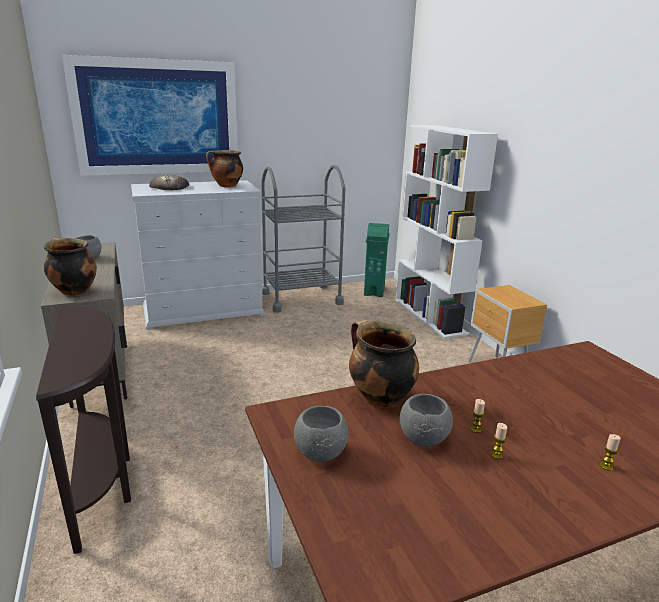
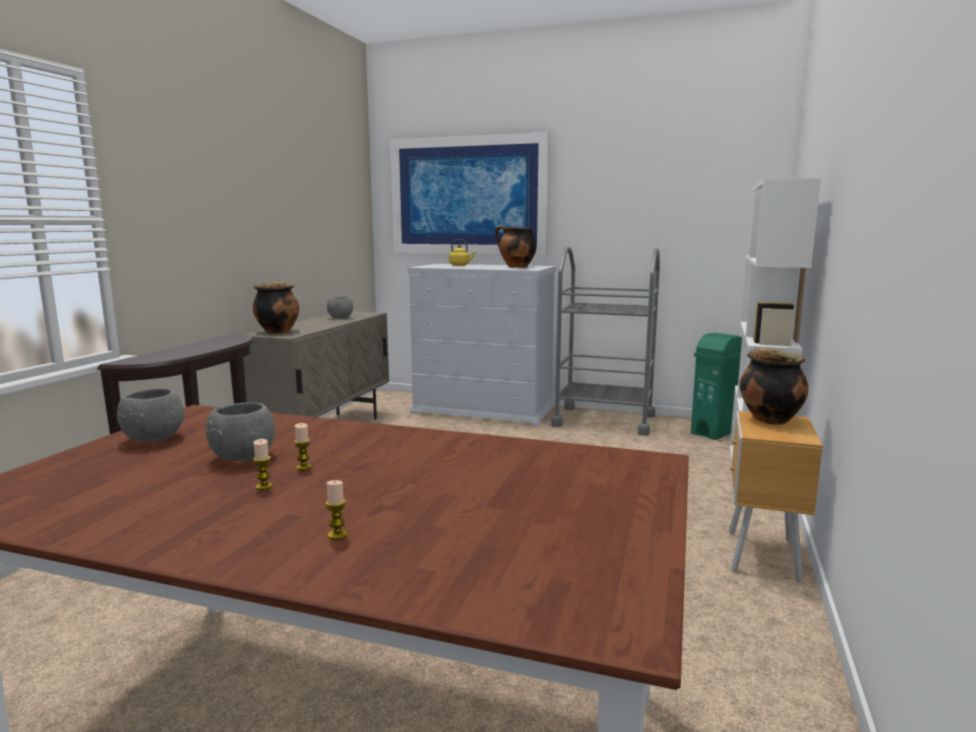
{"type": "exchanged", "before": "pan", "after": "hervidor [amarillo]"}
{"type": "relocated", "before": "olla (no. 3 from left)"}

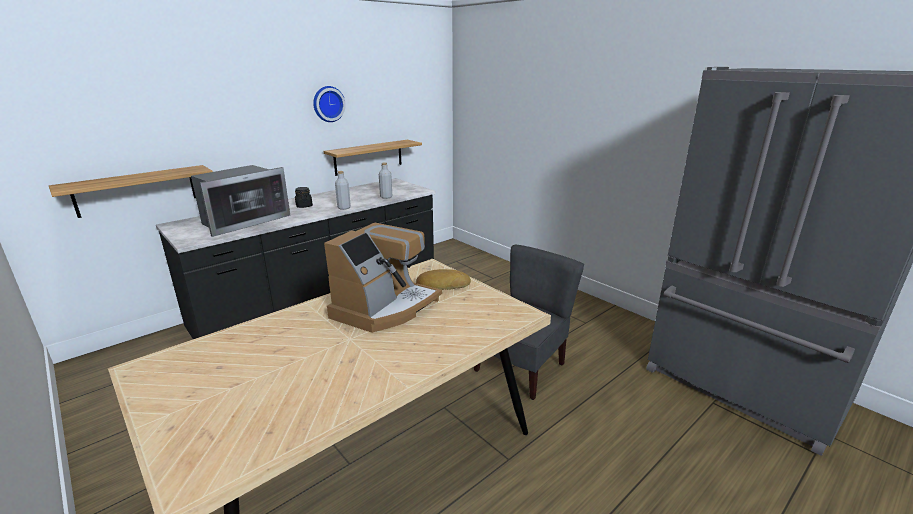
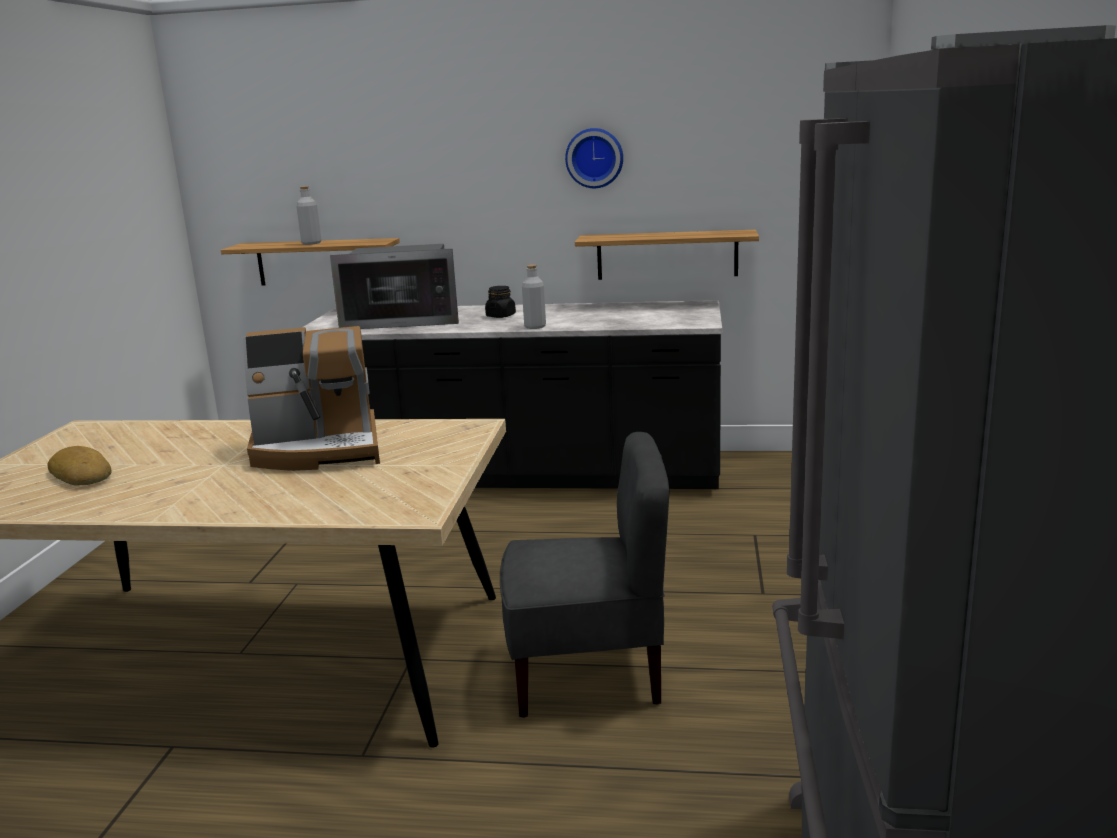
{"type": "relocated", "before": "botella [gris] (no. 2 from left in the first image)", "after": "botella [gris] (no. 1 from left)"}
{"type": "relocated", "before": "pan"}

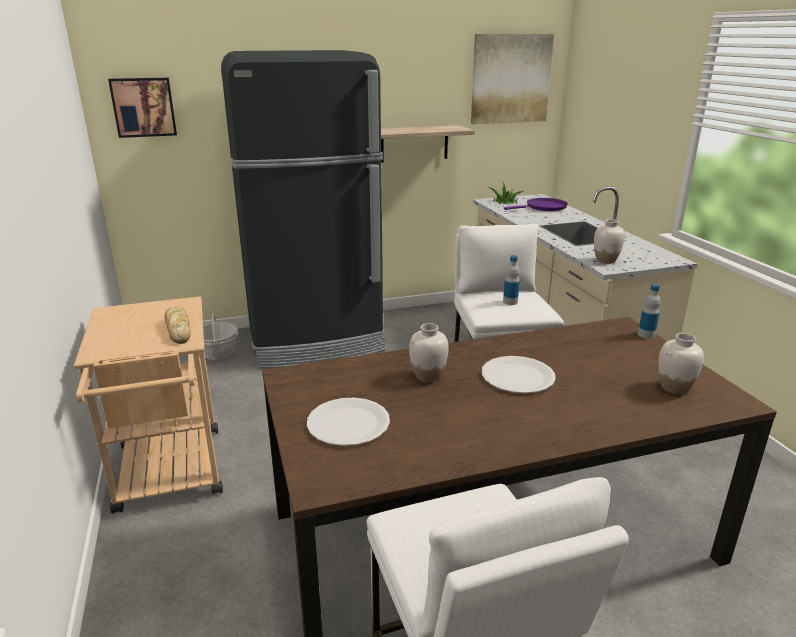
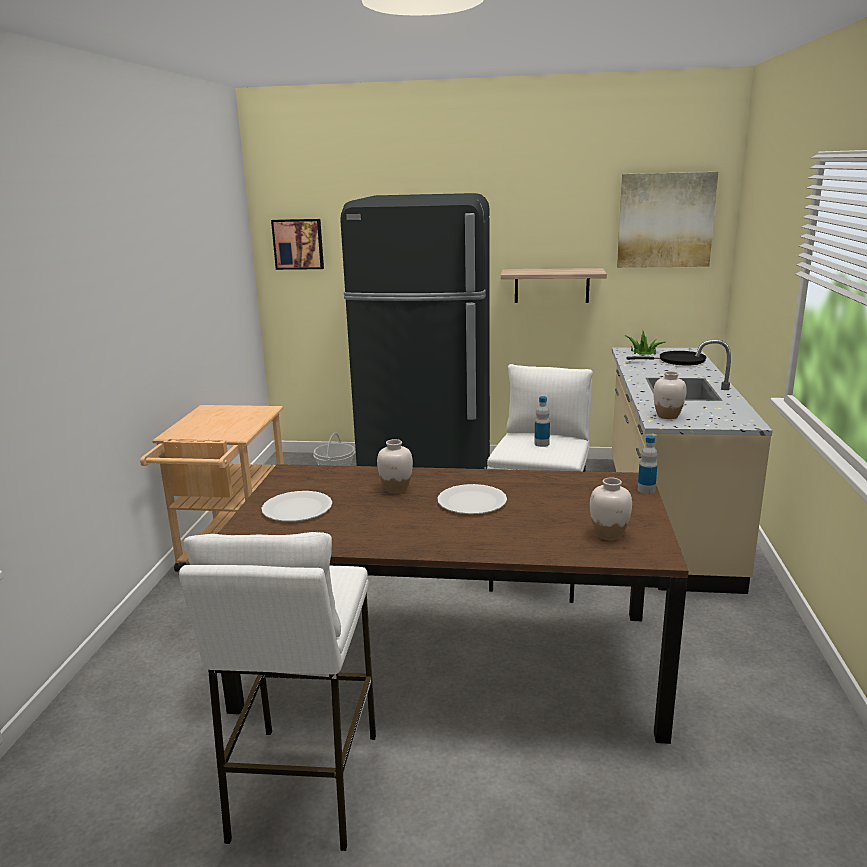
{"type": "missing", "before": "pan"}
{"type": "colour", "before": "sartén [morado]", "after": "sartén [negro]"}

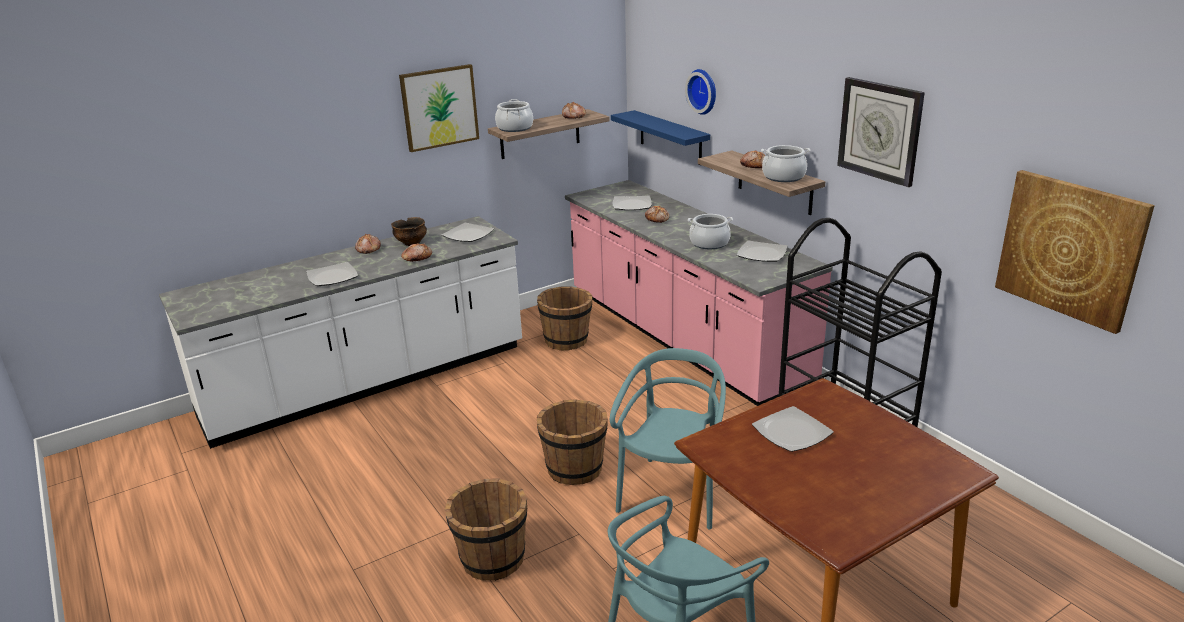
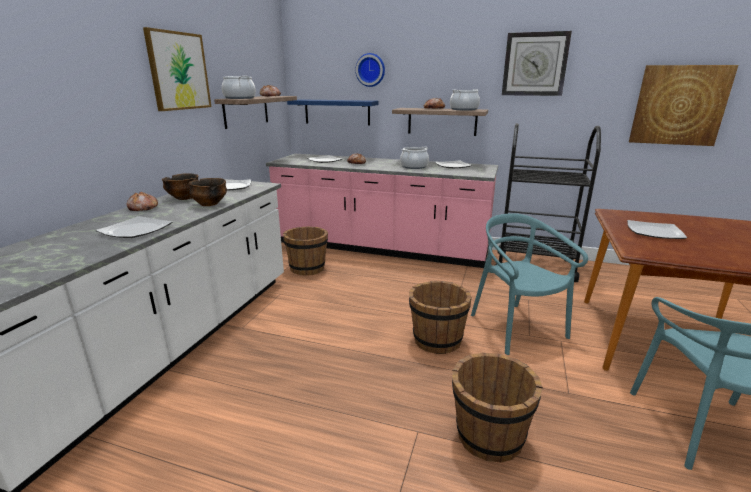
{"type": "exchanged", "before": "pan (no. 2 from left)", "after": "cuenco (no. 2 from left)"}

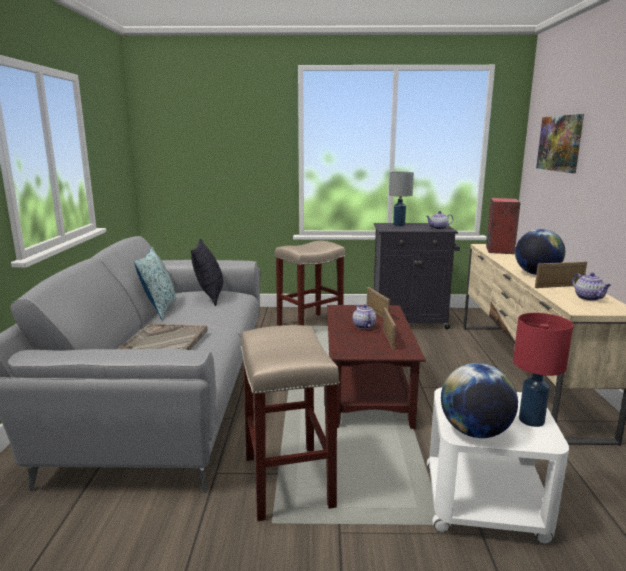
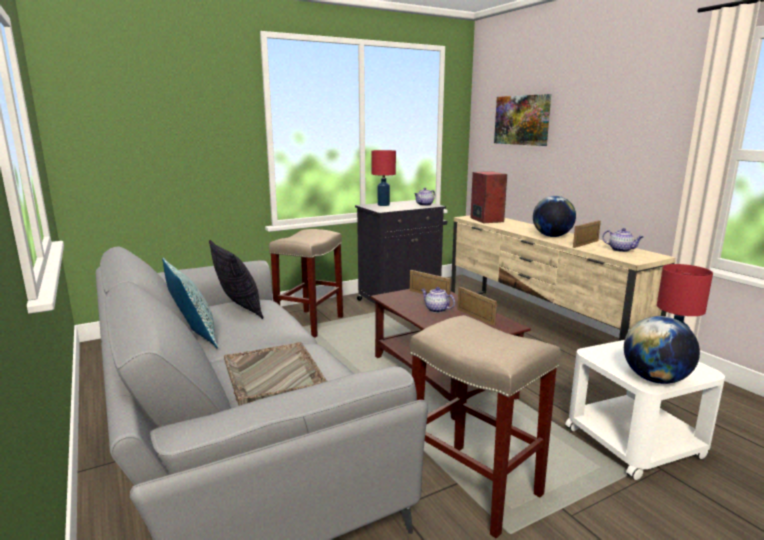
{"type": "colour", "before": "lámpara de mesa [gris]", "after": "lámpara de mesa [rojo] (no. 1 from left)"}

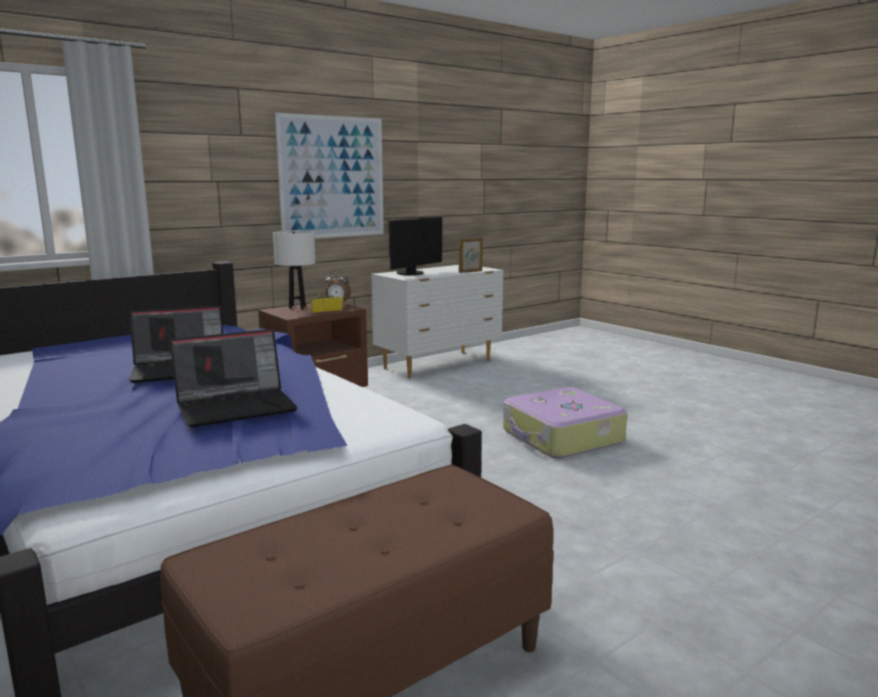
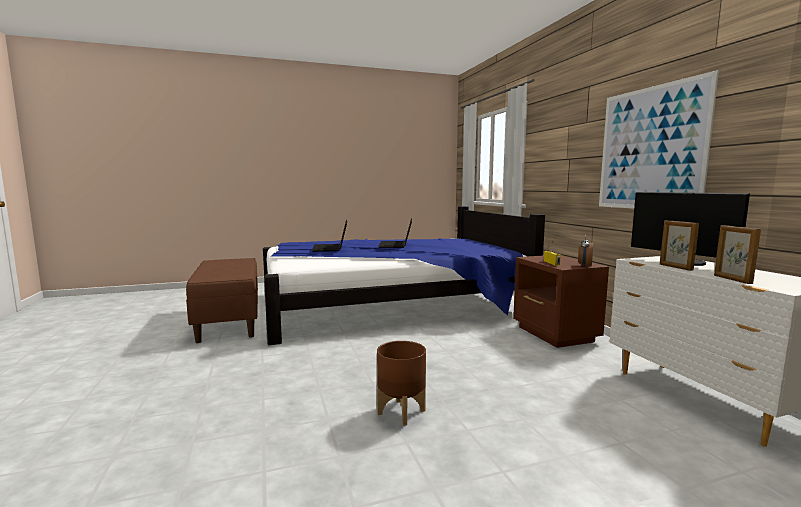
{"type": "missing", "before": "lámpara de mesa [blanco]"}
{"type": "exchanged", "before": "maleta", "after": "maceta [marrón]"}
{"type": "appeared", "after": "portarretratos (no. 1 from left)"}

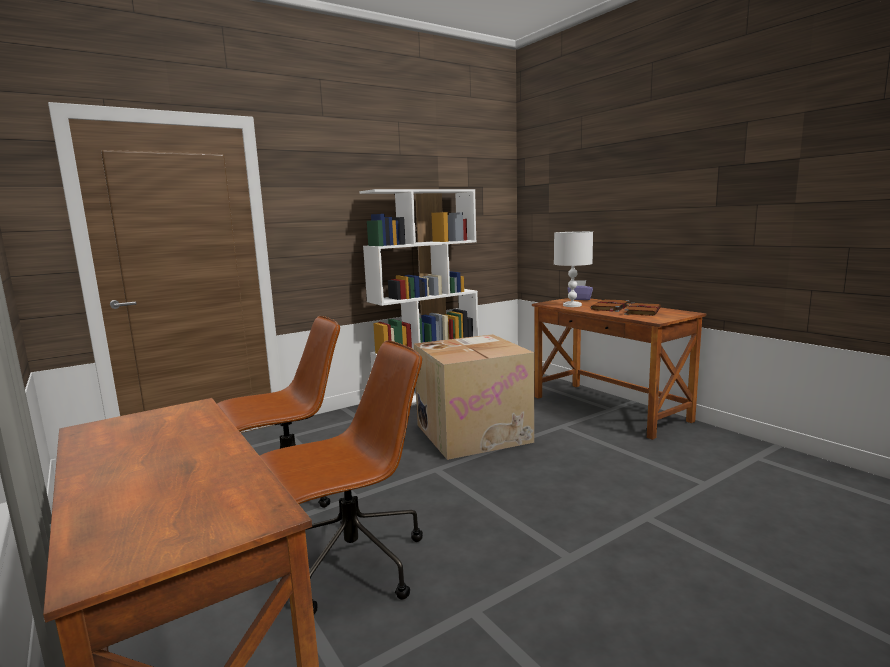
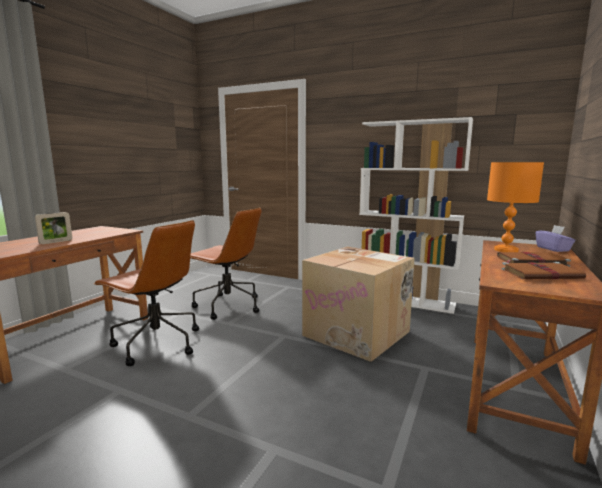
{"type": "colour", "before": "lámpara de mesa [blanco]", "after": "lámpara de mesa [naranja]"}
{"type": "appeared", "after": "portarretratos"}

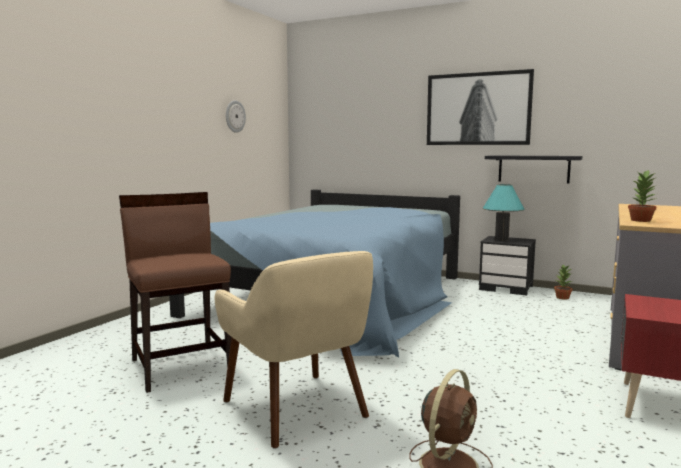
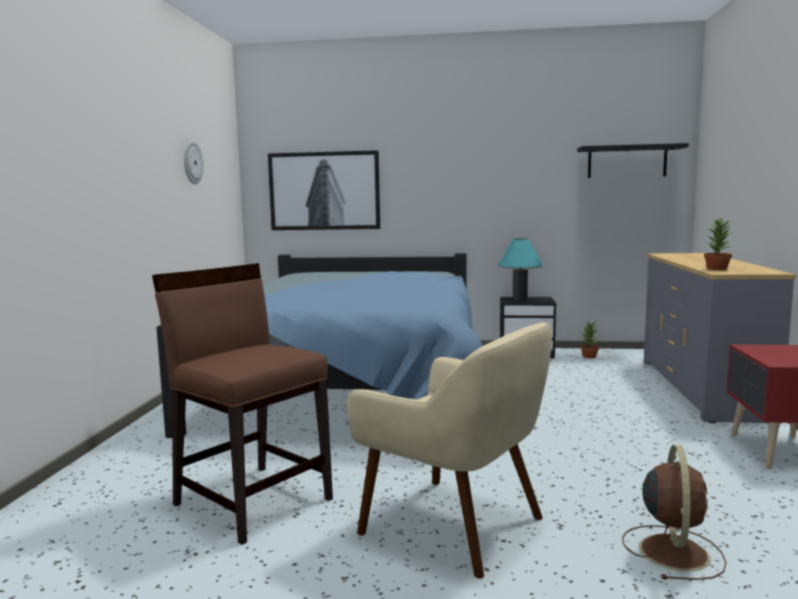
{"type": "relocated", "before": "cuadro"}
{"type": "relocated", "before": "estante [negro]"}

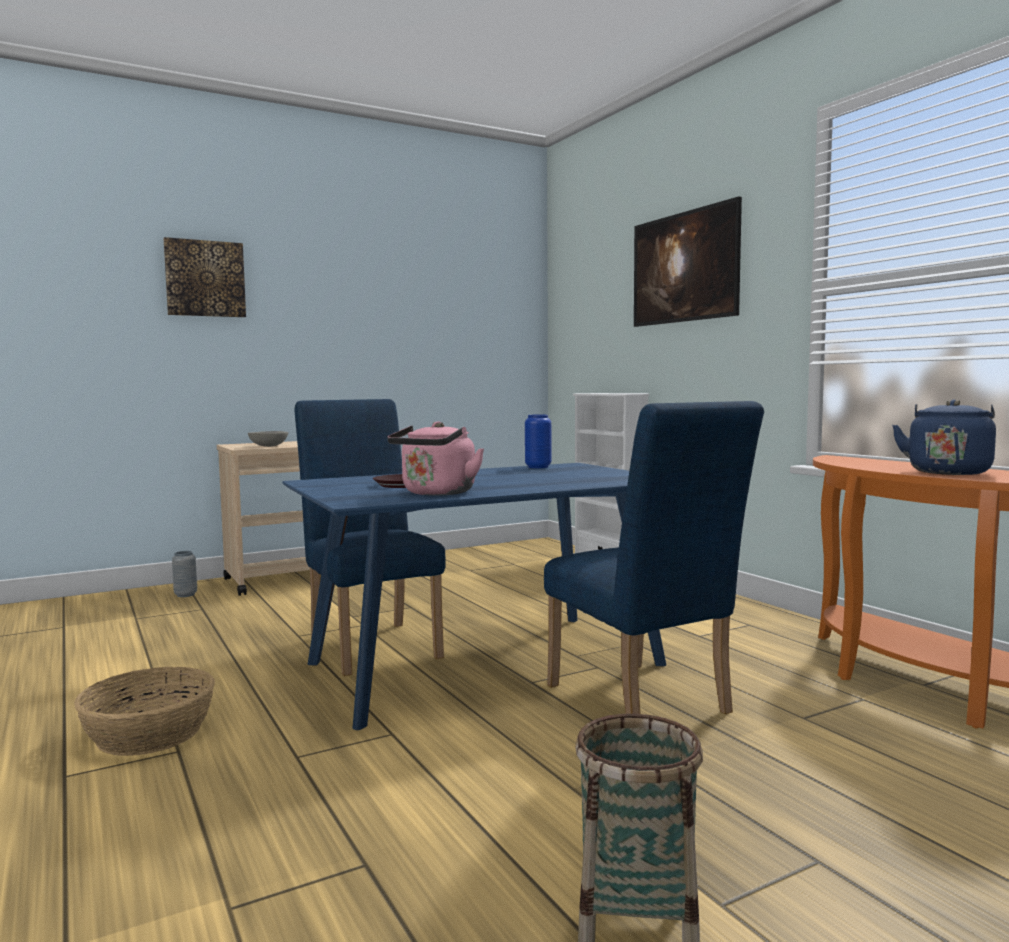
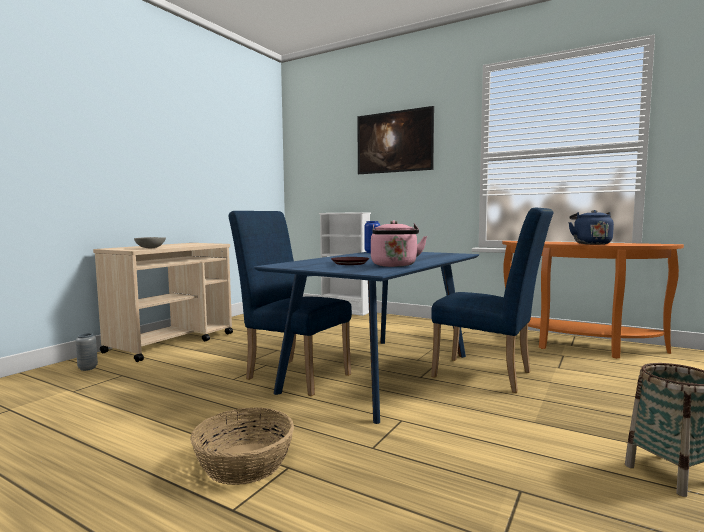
{"type": "missing", "before": "cuadro (no. 1 from left)"}

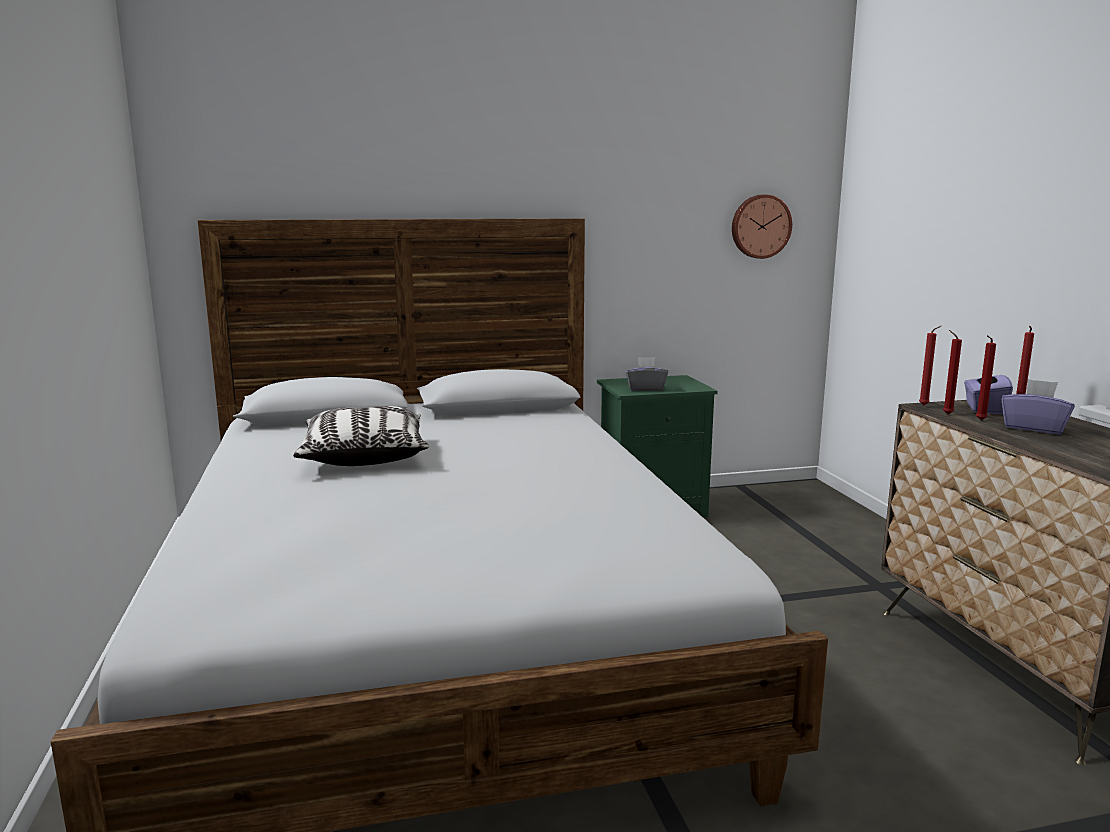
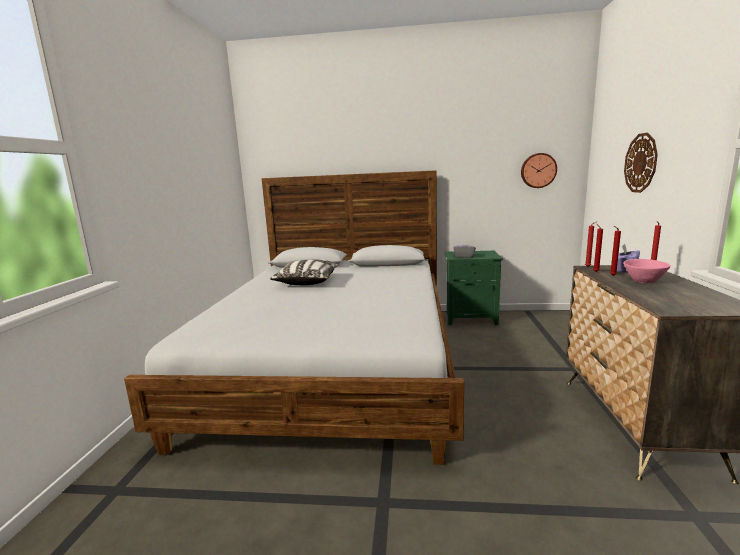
{"type": "exchanged", "before": "caja de pañuelos [morado] (no. 2 from left)", "after": "cuenco [rosa]"}
{"type": "appeared", "after": "reloj de pared (no. 2 from left)"}

